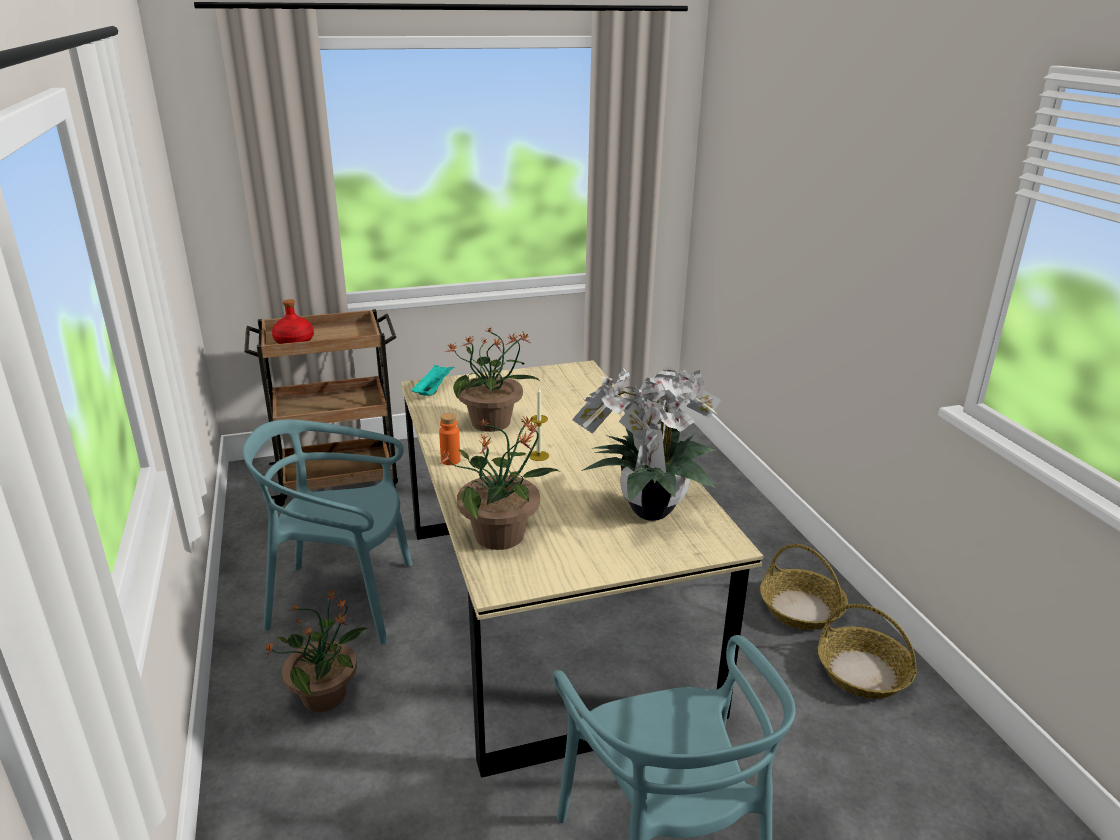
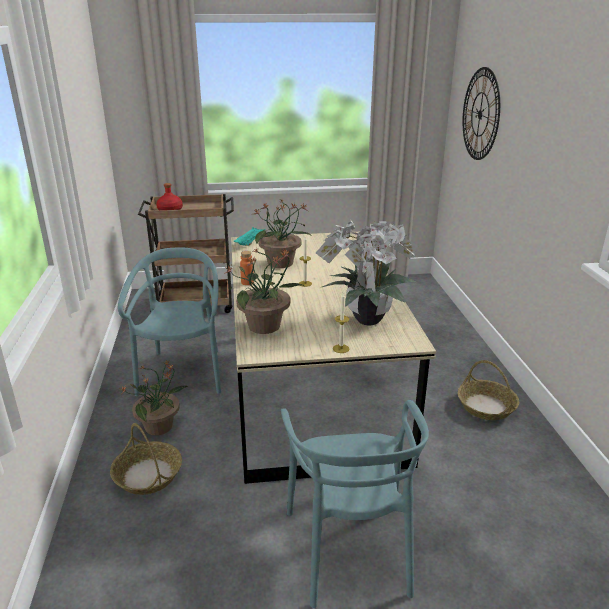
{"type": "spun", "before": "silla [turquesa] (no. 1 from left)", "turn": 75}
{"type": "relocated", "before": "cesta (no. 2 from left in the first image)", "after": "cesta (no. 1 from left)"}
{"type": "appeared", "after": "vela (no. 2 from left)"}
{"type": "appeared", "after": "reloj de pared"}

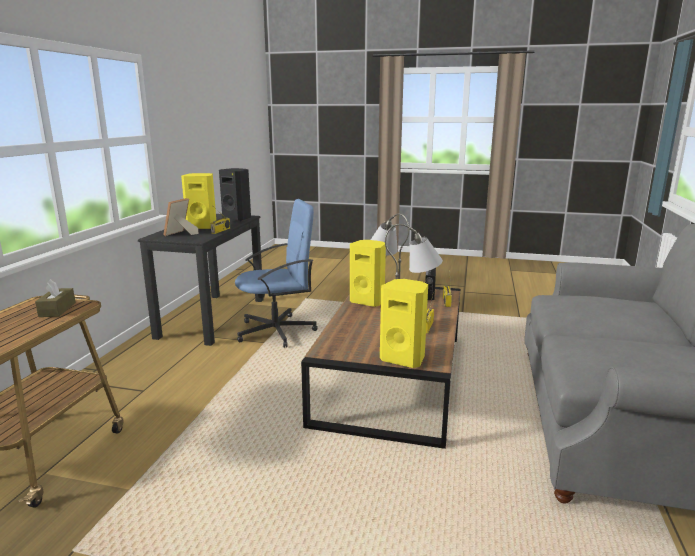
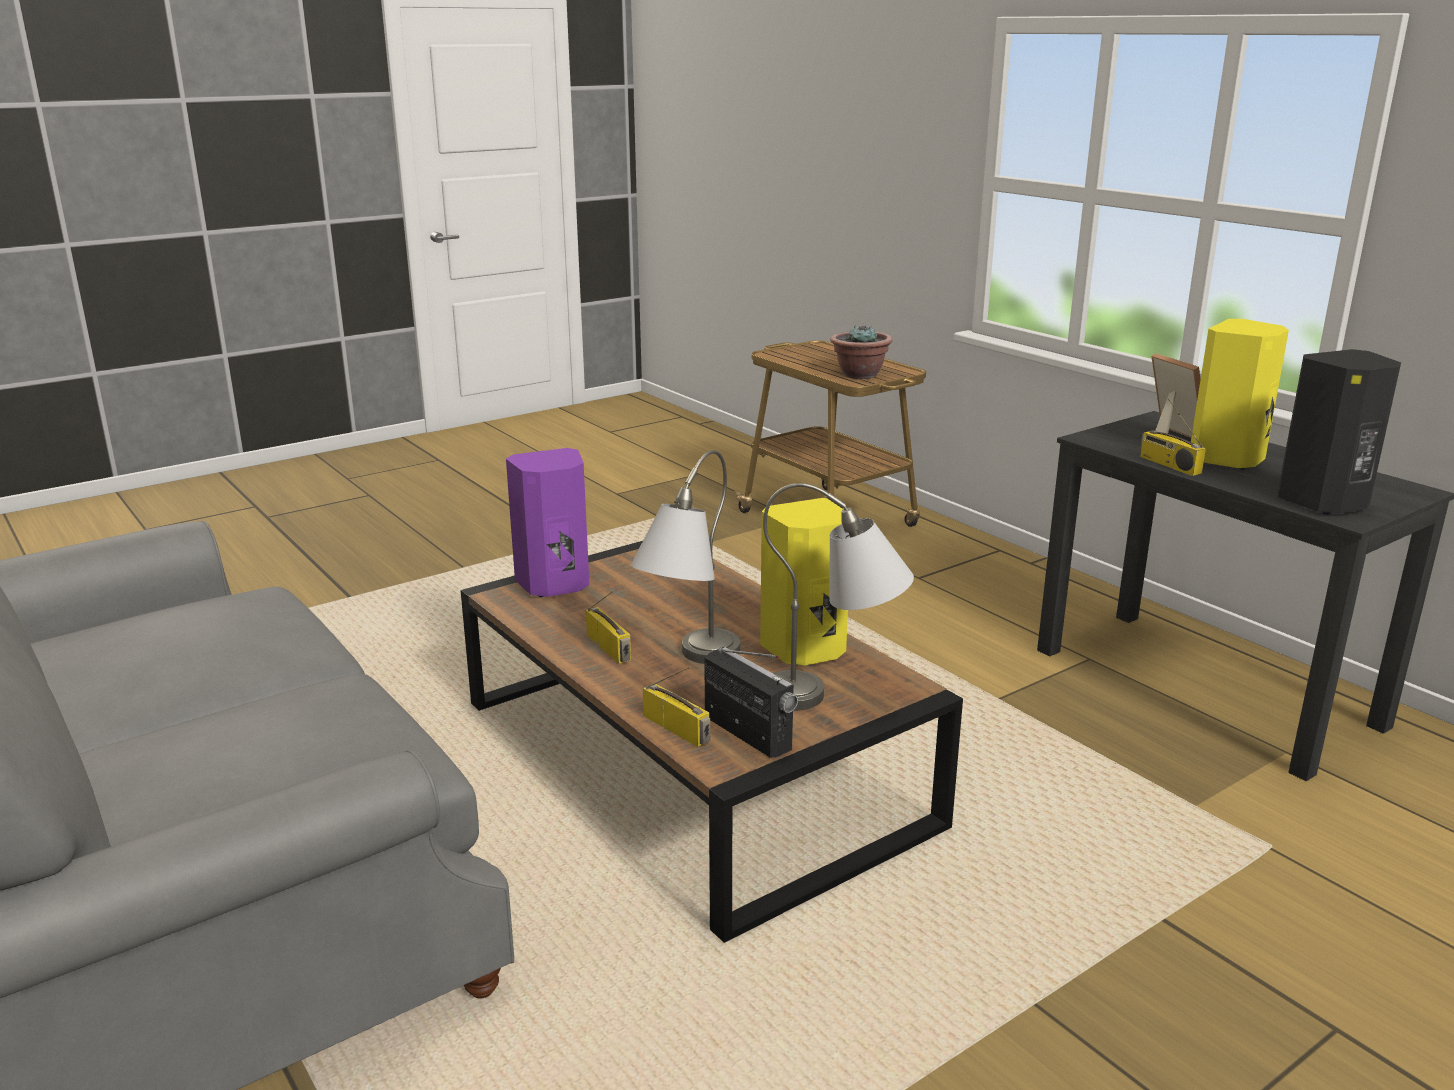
{"type": "exchanged", "before": "caja de pañuelos [marrón]", "after": "planta en maceta"}
{"type": "missing", "before": "silla de oficina [azul]"}
{"type": "colour", "before": "altavoz [amarillo] (no. 3 from left)", "after": "altavoz [morado]"}

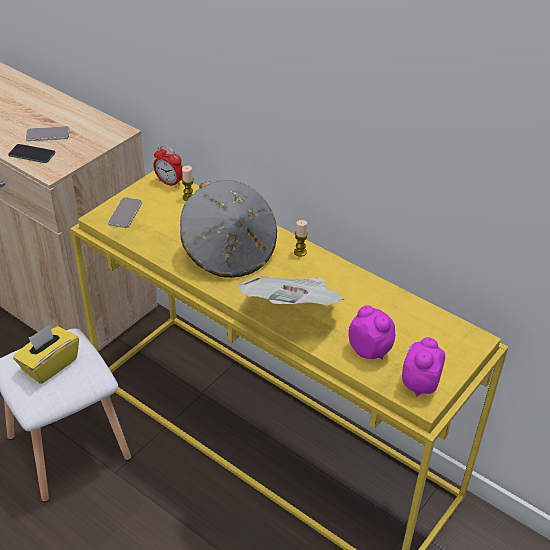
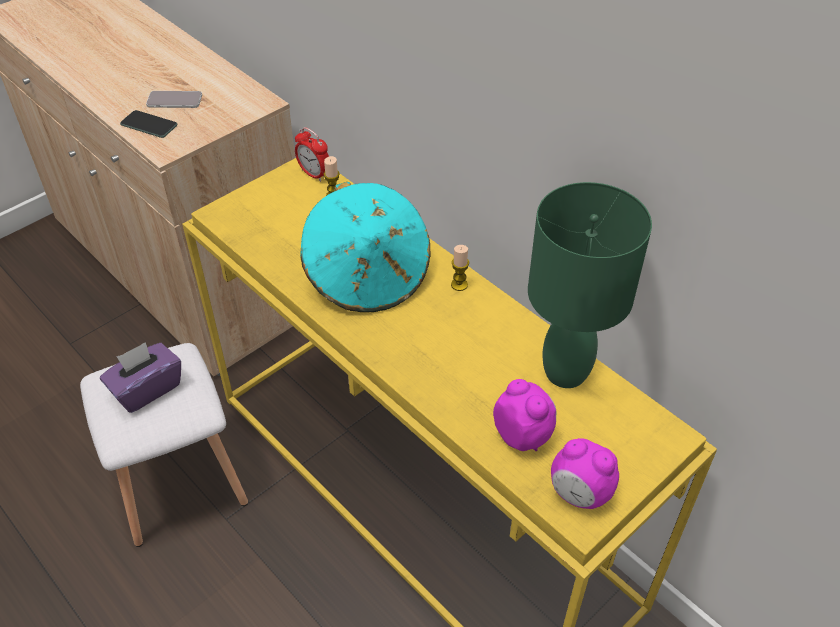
{"type": "colour", "before": "caja de pañuelos [amarillo]", "after": "caja de pañuelos [morado]"}
{"type": "missing", "before": "móvil (no. 3 from left)"}
{"type": "colour", "before": "sombrero [gris]", "after": "sombrero [turquesa]"}
{"type": "missing", "before": "periódico"}
{"type": "spun", "before": "despertador (no. 3 from left)", "turn": -90}
{"type": "appeared", "after": "lámpara de mesa [verde]"}

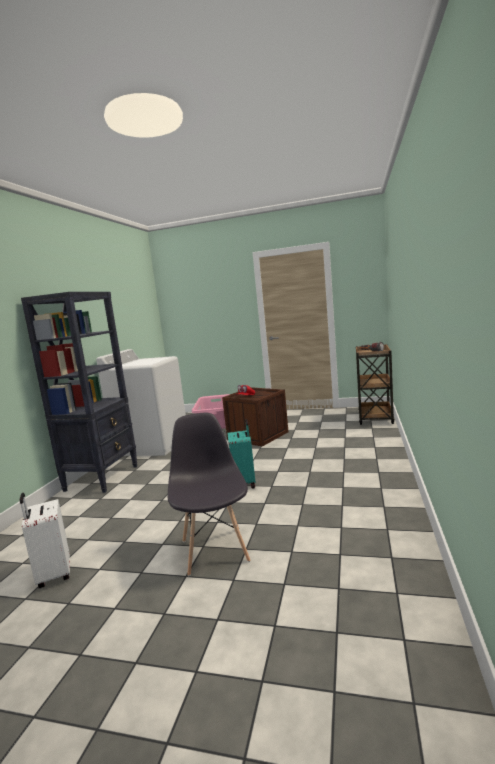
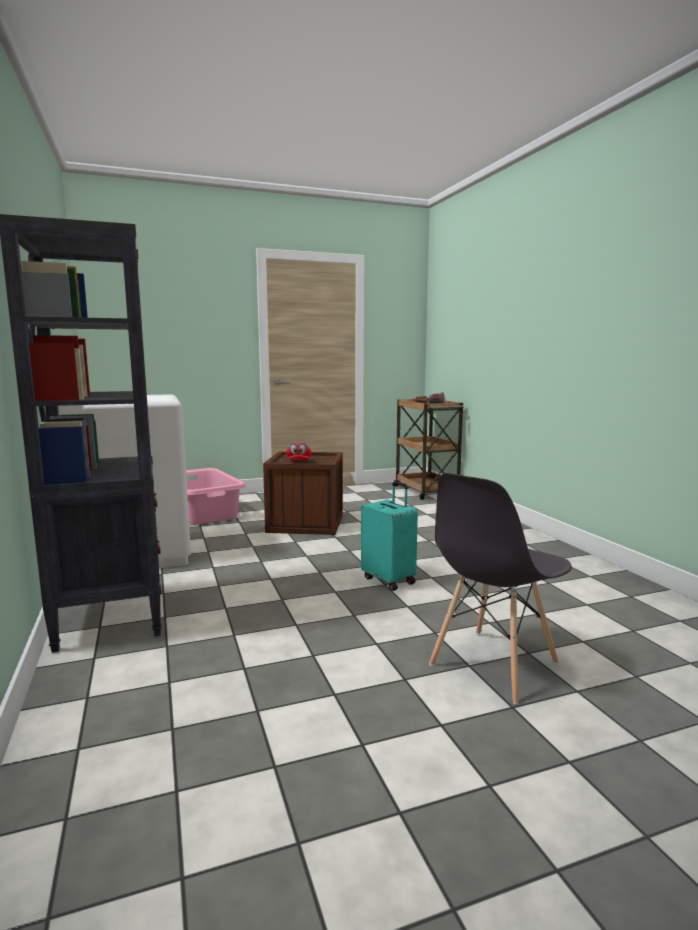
{"type": "missing", "before": "maleta [blanco]"}
{"type": "spun", "before": "silla [gris]", "turn": -90}

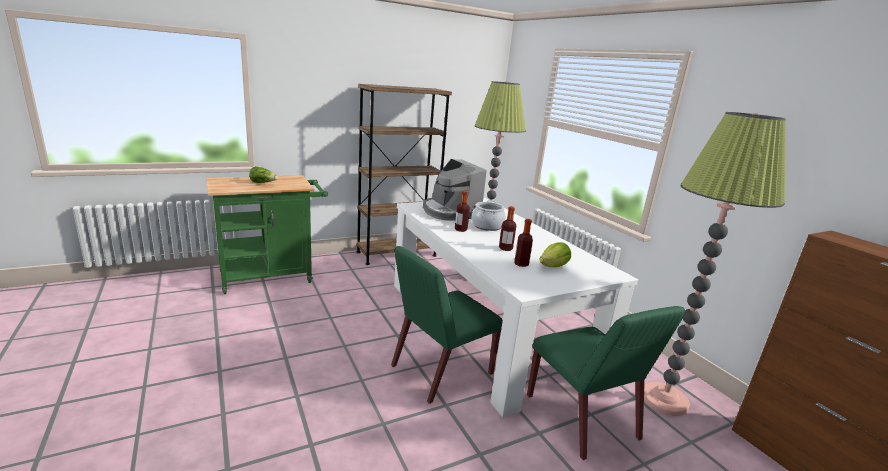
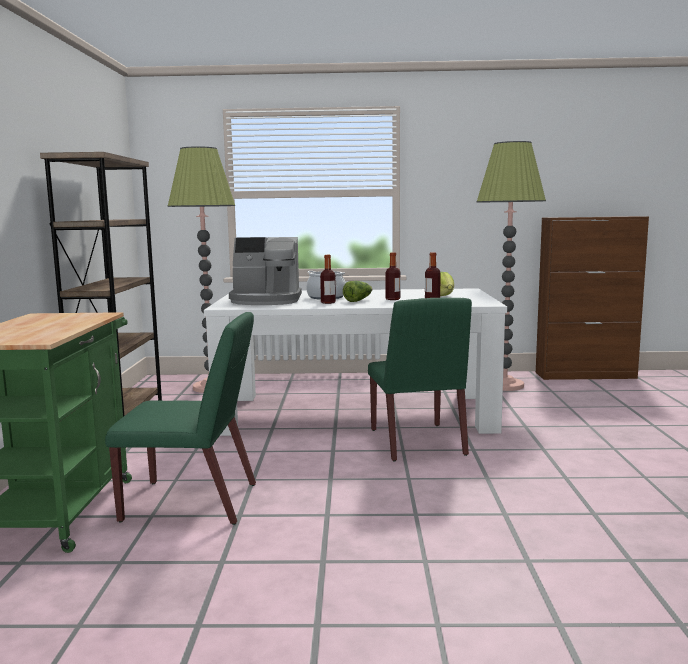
{"type": "relocated", "before": "lechuga (no. 1 from left)"}
{"type": "relocated", "before": "silla [verde] (no. 2 from left in the first image)", "after": "silla [verde] (no. 1 from left)"}

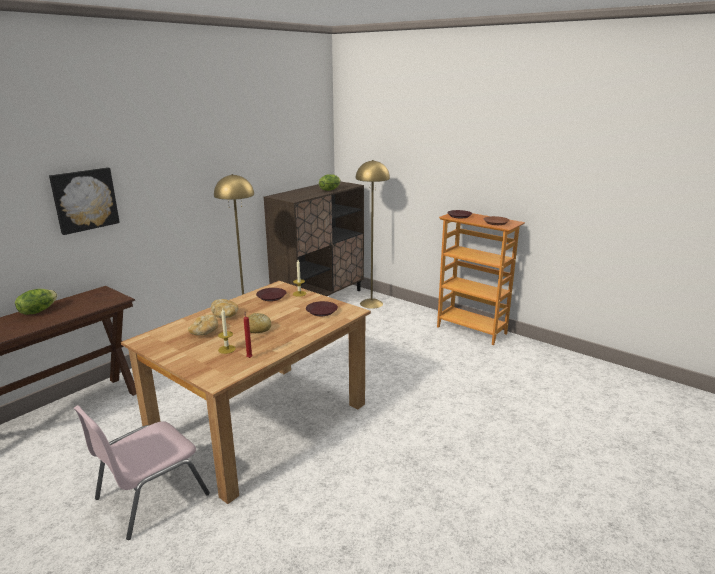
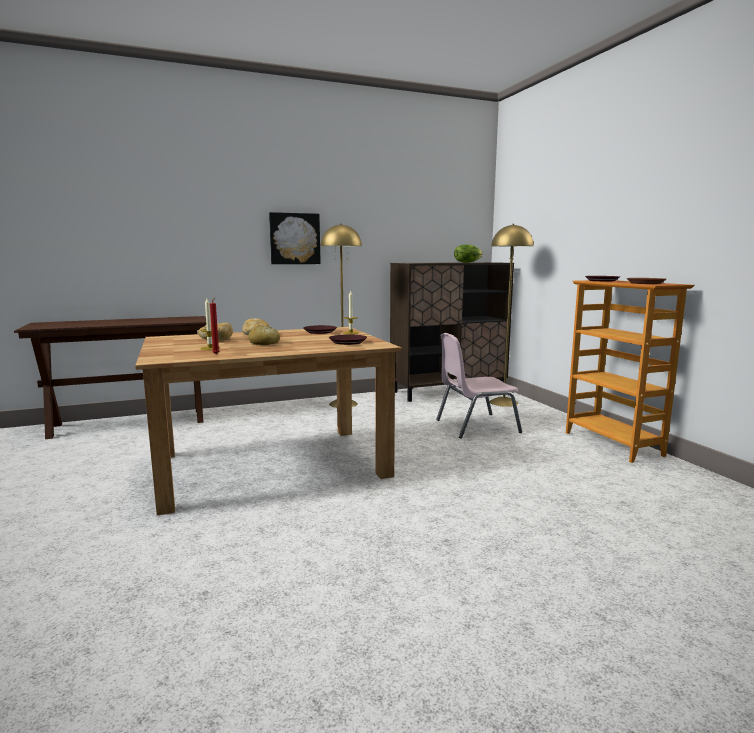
{"type": "missing", "before": "lechuga (no. 1 from left)"}
{"type": "relocated", "before": "cuadro"}
{"type": "relocated", "before": "silla [rosa]"}

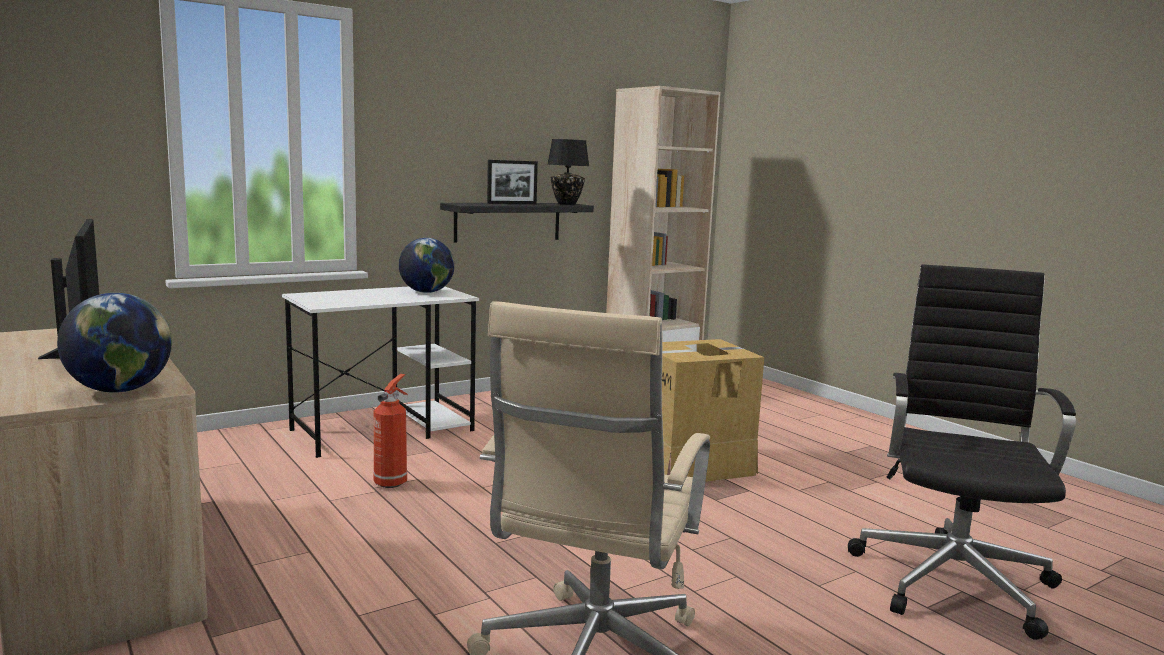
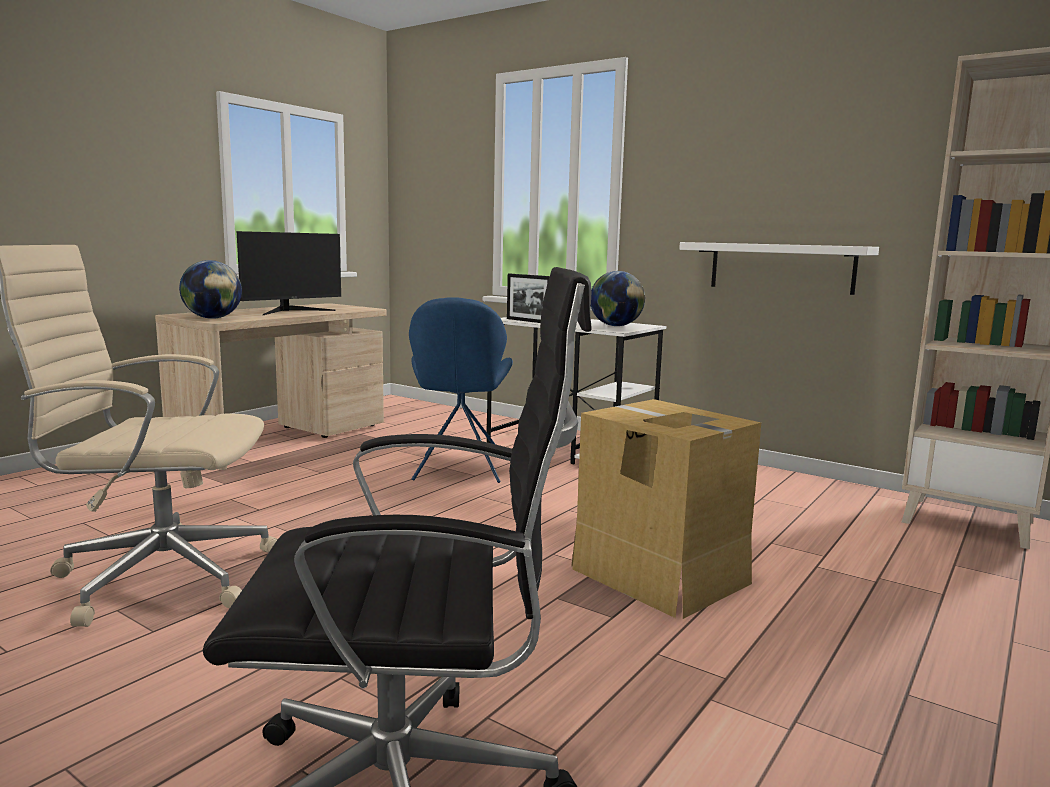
{"type": "exchanged", "before": "extintor", "after": "silla [azul]"}
{"type": "colour", "before": "estante [negro]", "after": "estante [blanco]"}
{"type": "relocated", "before": "portarretratos"}
{"type": "missing", "before": "lámpara de mesa [negro]"}

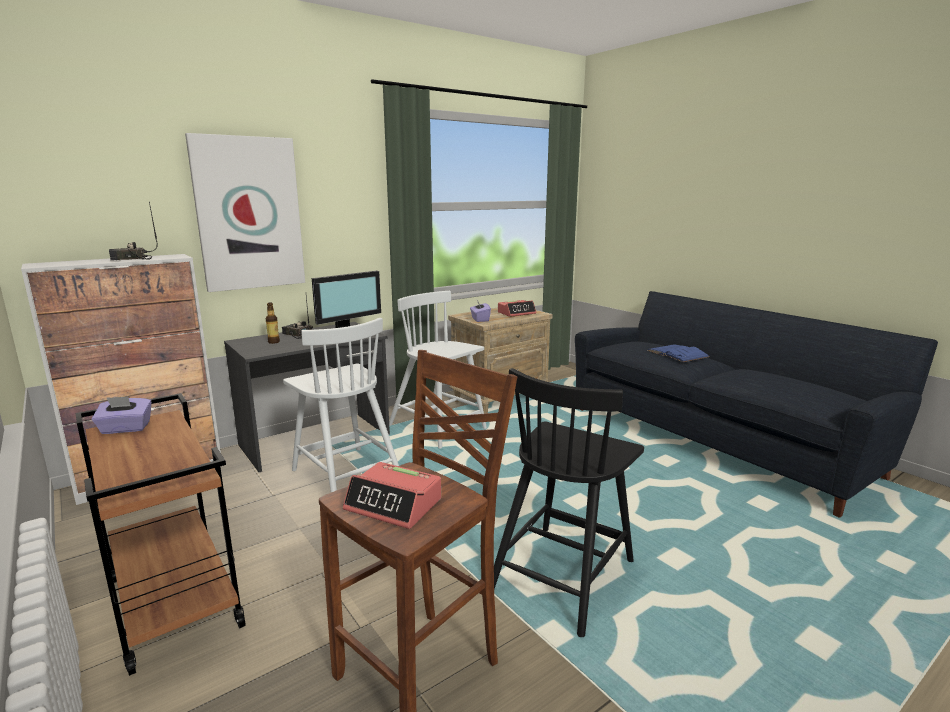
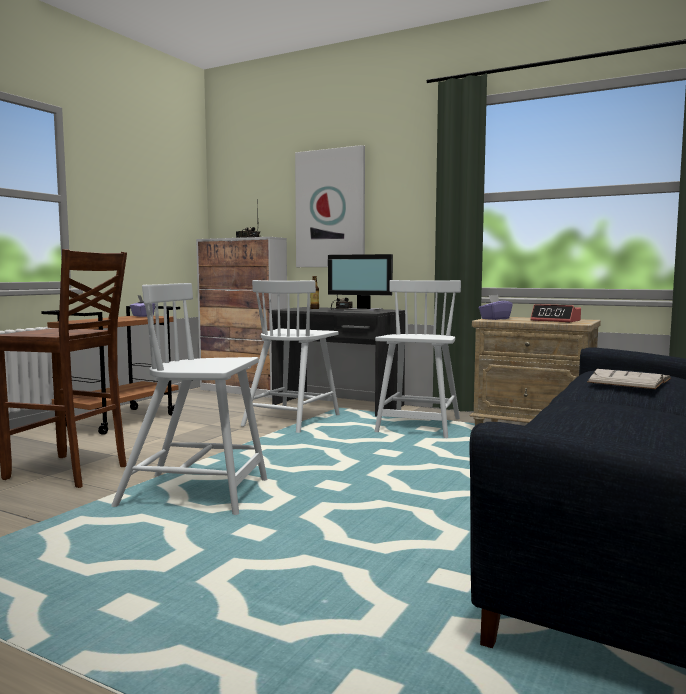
{"type": "missing", "before": "despertador (no. 1 from left)"}
{"type": "colour", "before": "silla [negro]", "after": "silla [blanco] (no. 1 from left)"}
{"type": "colour", "before": "libro [azul]", "after": "libro [blanco]"}

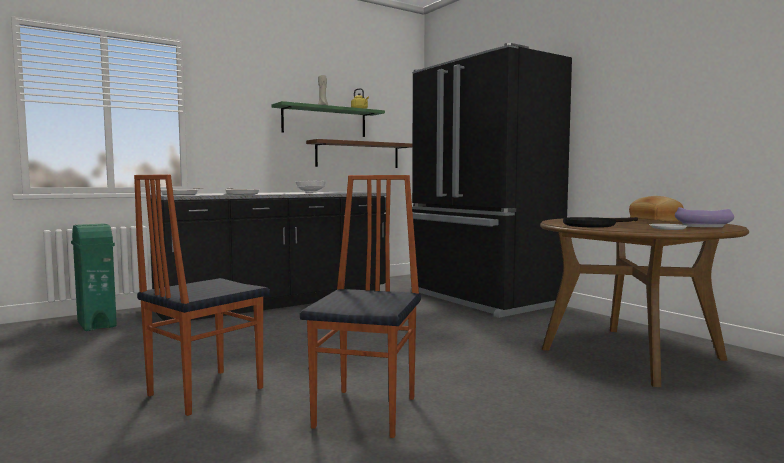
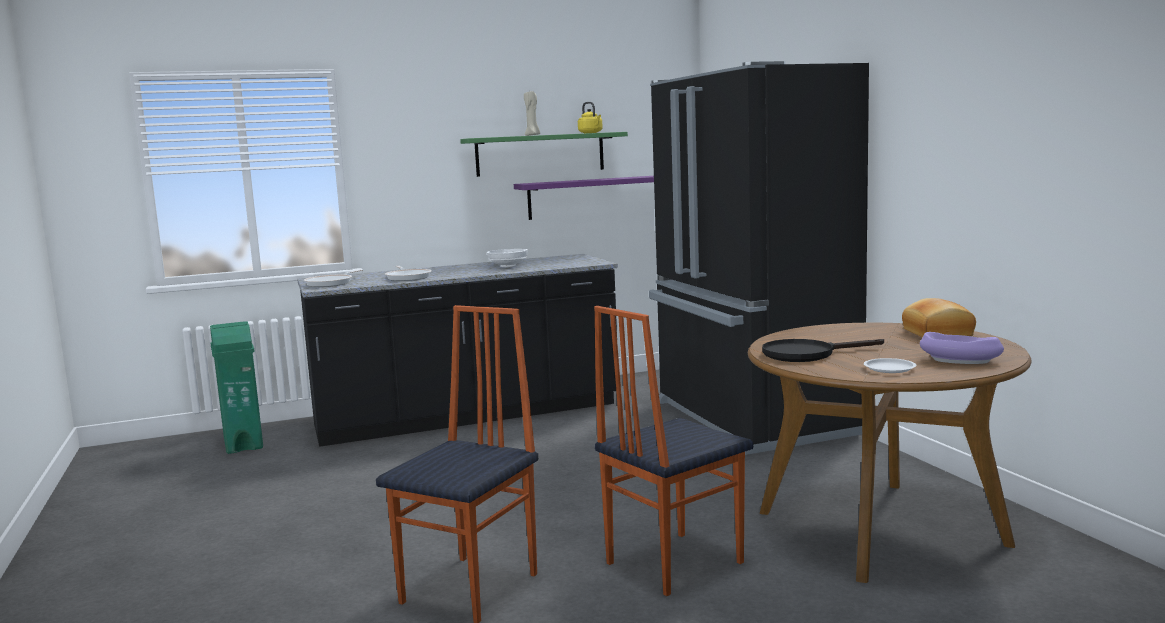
{"type": "relocated", "before": "silla (no. 1 from left in the first image)", "after": "silla (no. 2 from left)"}
{"type": "colour", "before": "estante [marrón]", "after": "estante [morado]"}

